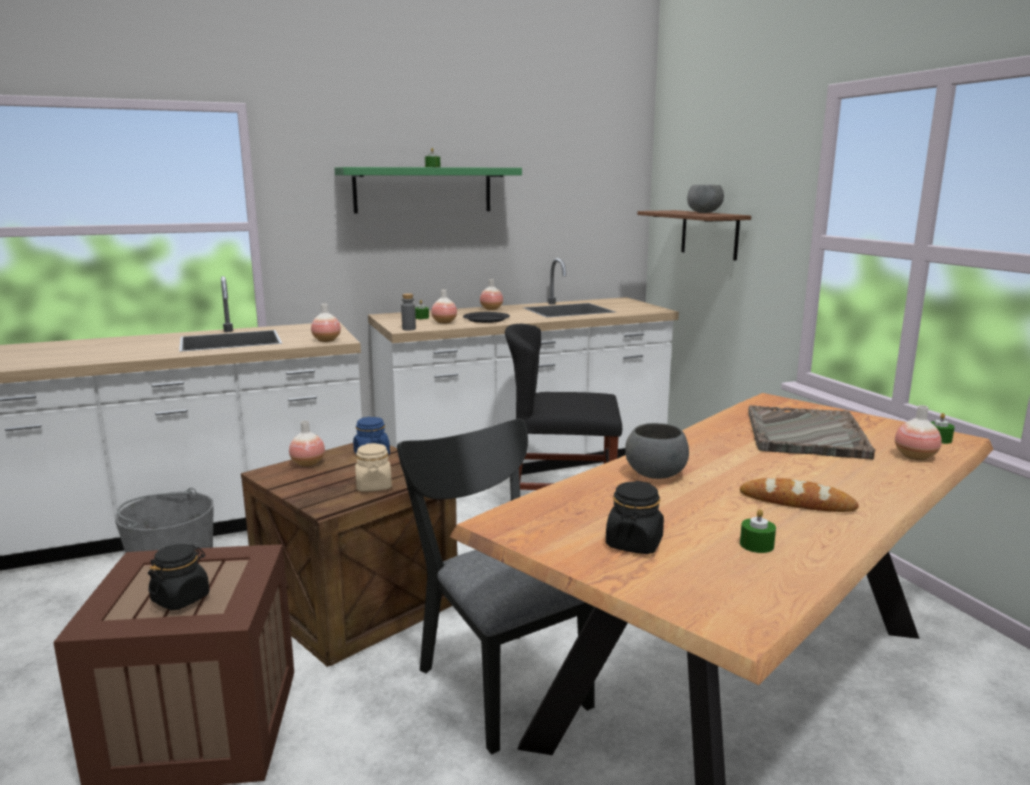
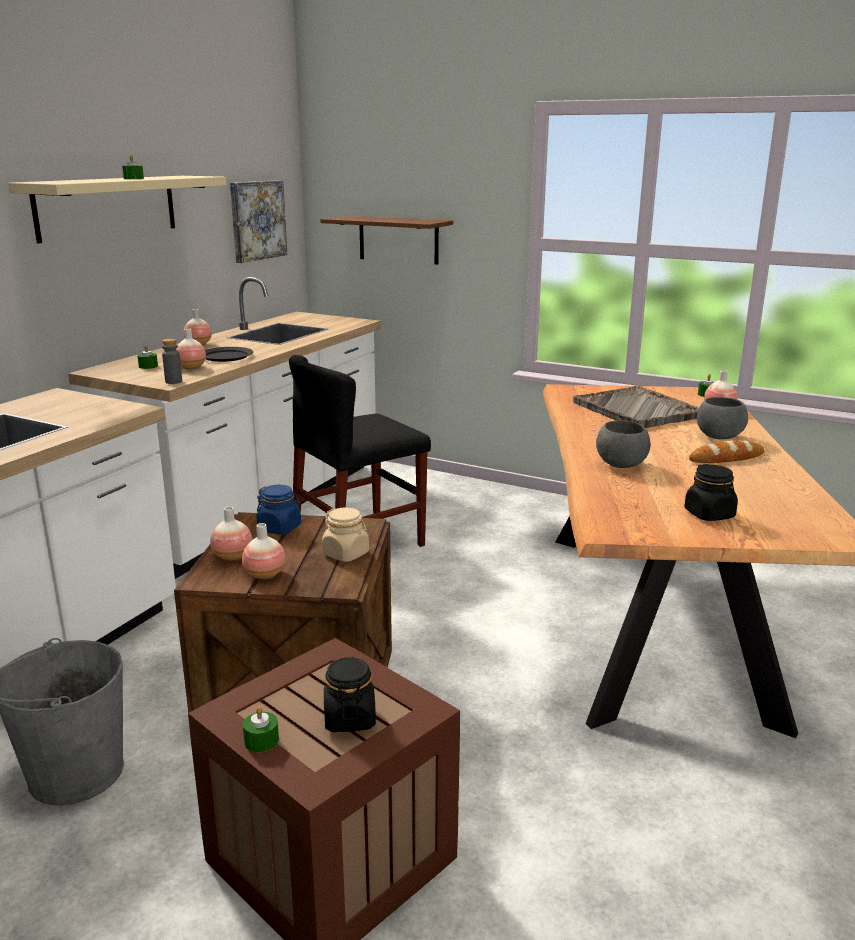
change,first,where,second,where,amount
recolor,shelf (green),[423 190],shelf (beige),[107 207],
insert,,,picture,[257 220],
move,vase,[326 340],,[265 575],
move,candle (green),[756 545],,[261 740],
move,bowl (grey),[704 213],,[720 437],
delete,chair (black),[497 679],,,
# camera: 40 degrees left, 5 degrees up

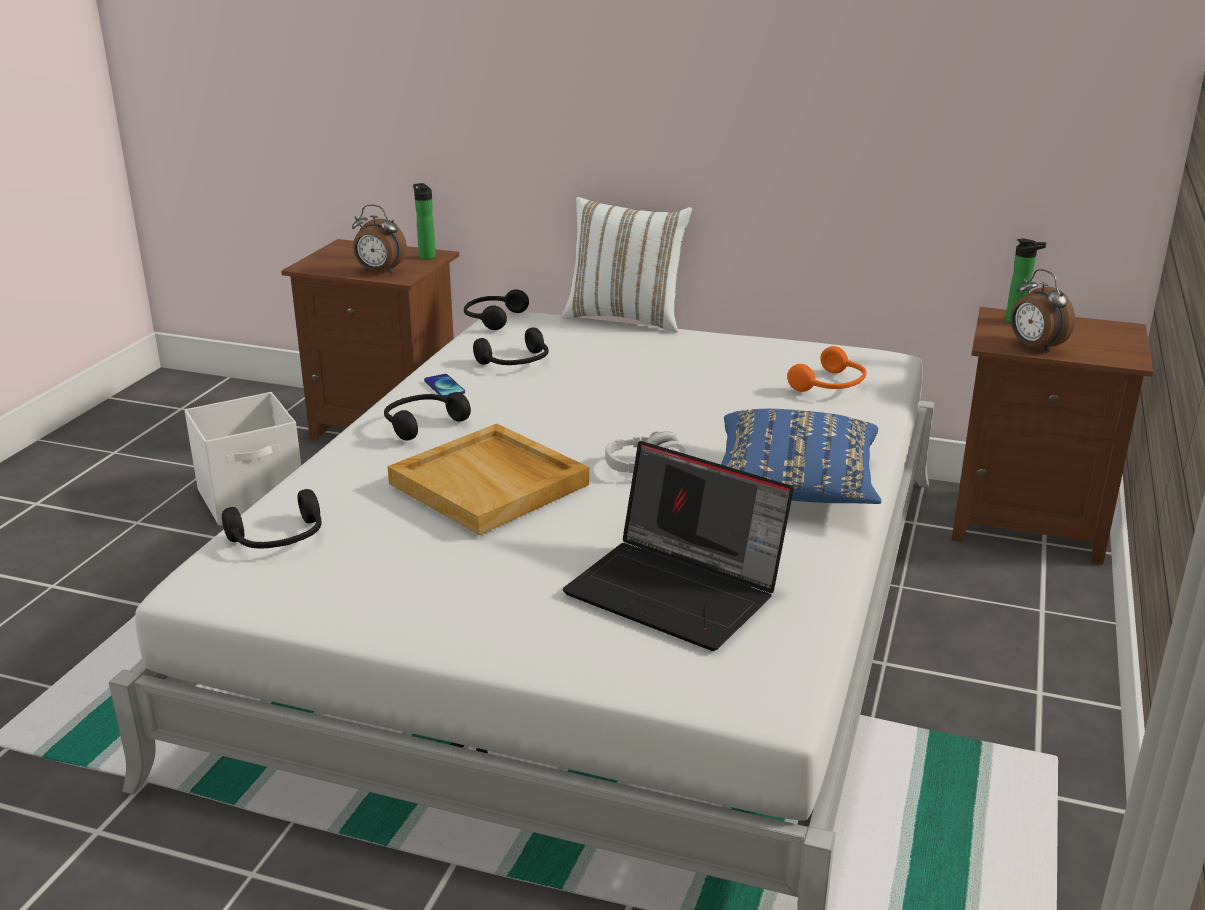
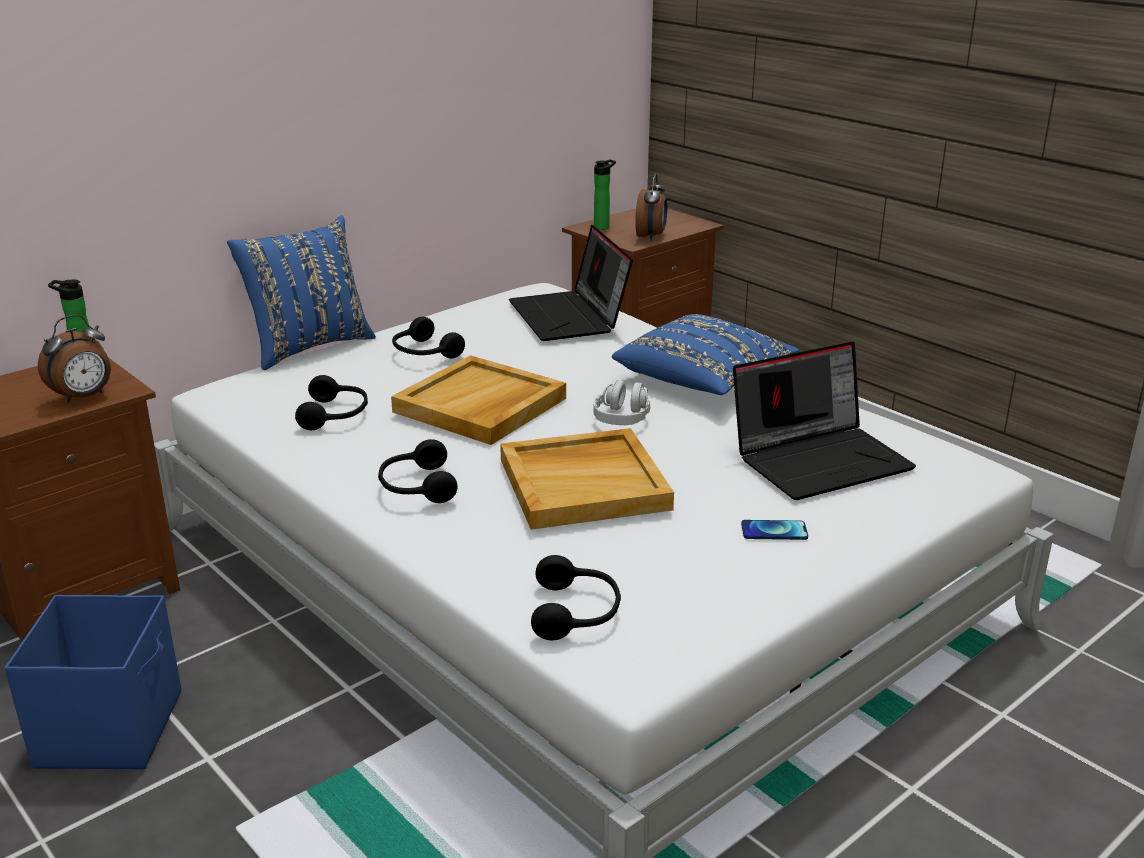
change,first,where,second,where,amount
recolor,storage box (white),[253 498],storage box (blue),[112 728],
recolor,pillow (white),[626 318],pillow (blue),[308 347],
insert,,,tray (beige),[480 406],
move,headphones (black),[492 319],,[424 353],
replace,headphones (orange),[831 386],laptop,[570 317],
rotate,alarm clock,[1034 347],,[651 236],75 degrees counterclockwise
move,phone,[444 387],,[774 531],
# camera: 60 degrees left, 0 degrees up

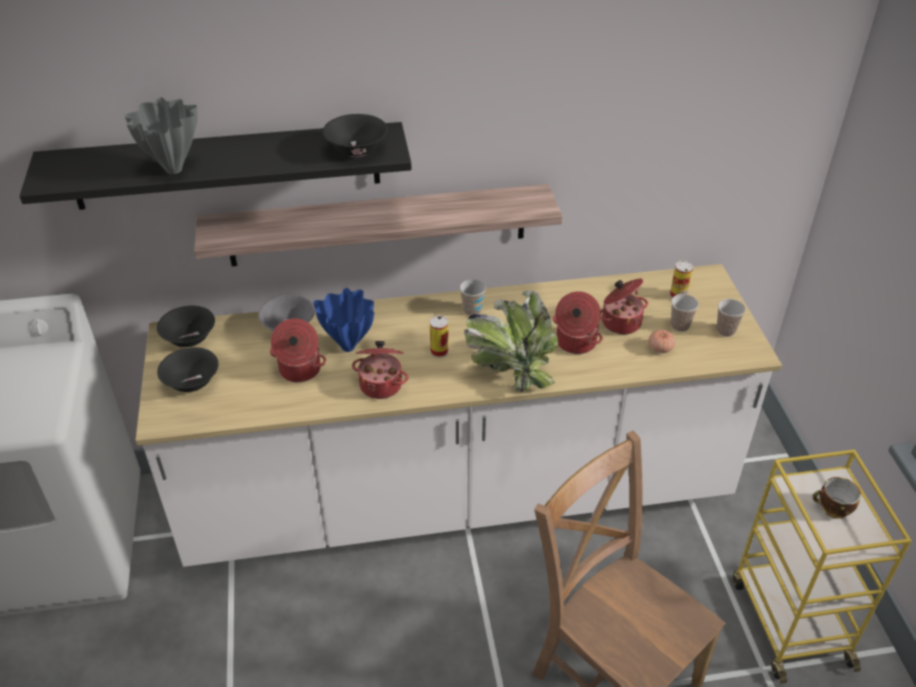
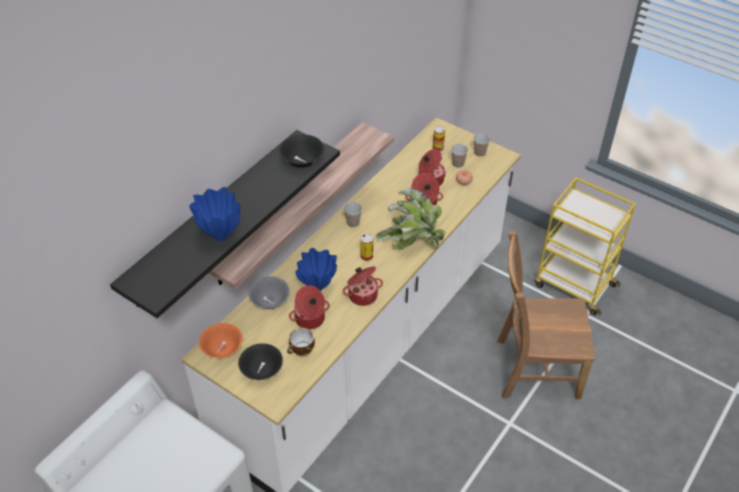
change,first,where,second,where,amount
recolor,vase (grey),[174 169],vase (blue),[220 236],
recolor,bowl (black),[190 339],bowl (orange),[222 349],
move,cup,[832 509],,[301 350],
# camera: 45 degrees left, 5 degrees up

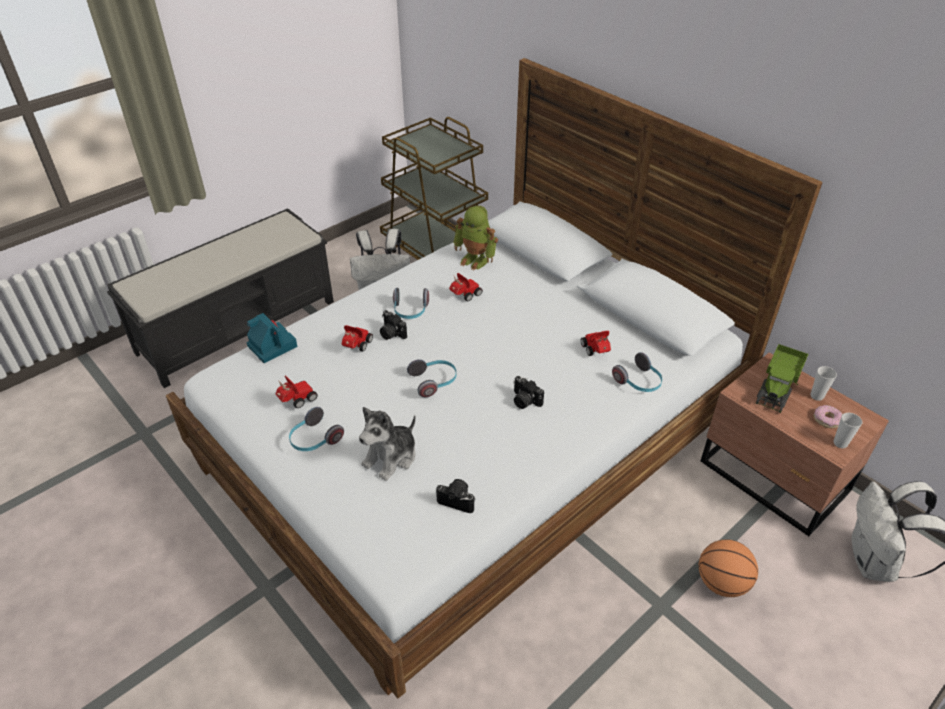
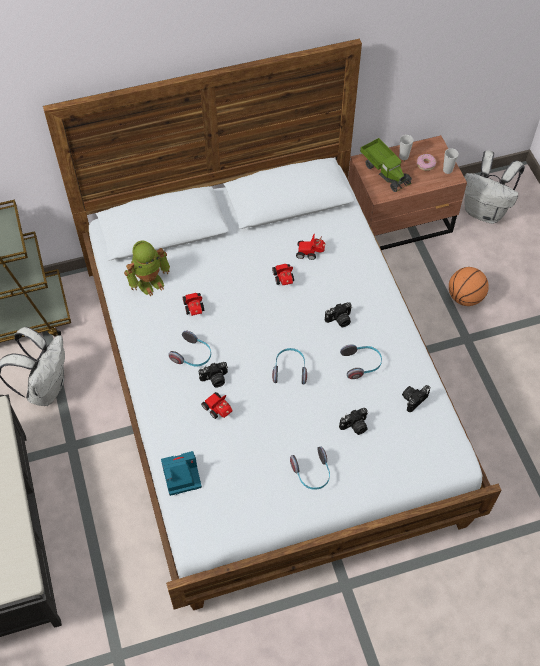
change,first,where,second,where,amount
move,toy car,[296 400],,[284 280],
replace,plush toy,[391 457],photo camera,[355 426],
move,headphones,[639 382],,[361 364],
# camera: 65 degrees left, 15 degrees up

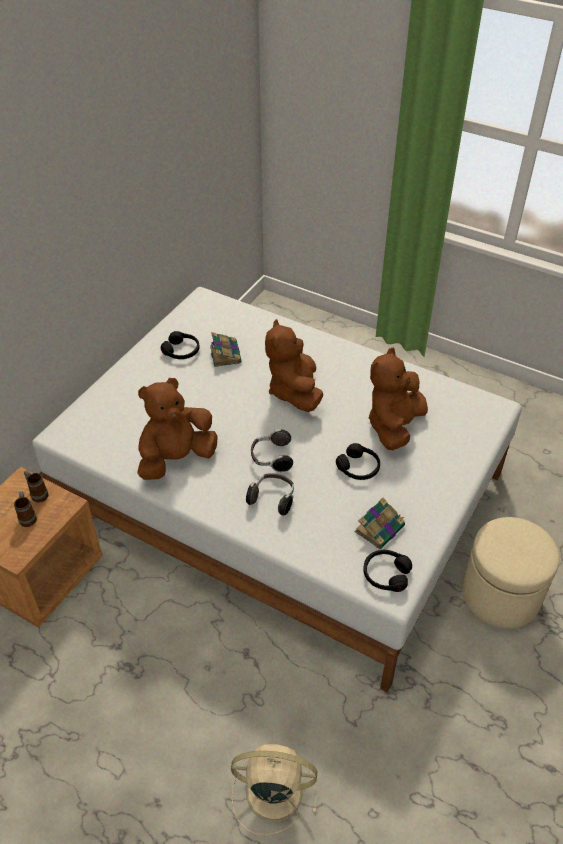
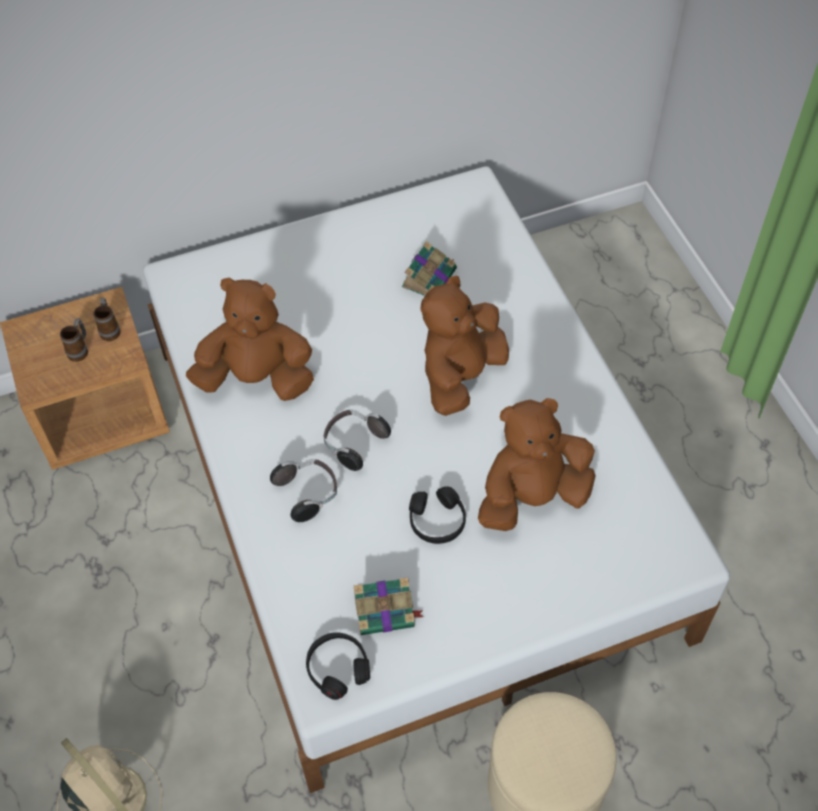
change,first,where,second,where,amount
delete,headphones (black),[181 351],,,
# camera: 40 degrees right, 10 degrees up

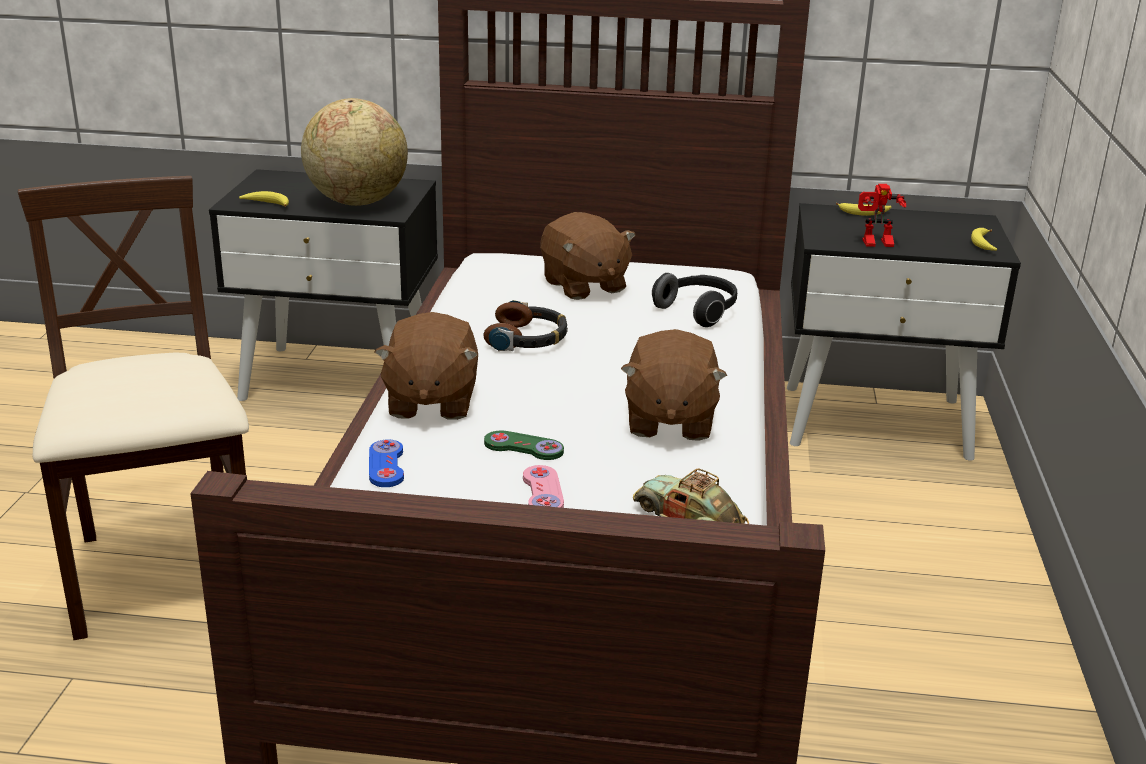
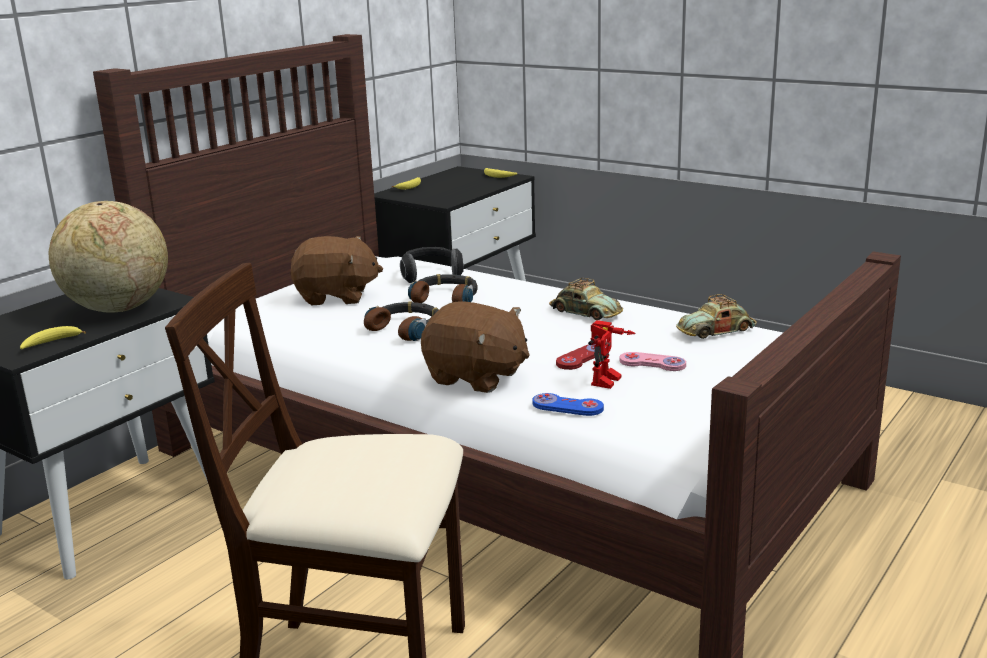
change,first,where,second,where,amount
insert,,,headphones,[446 298],
replace,plush toy (brown),[669 421],toy car,[585 312],
recolor,game controller (green),[523 447],game controller (red),[582 358],
move,toy robot,[876 244],,[609 383],
# camera: 60 degrees left, 5 degrees down

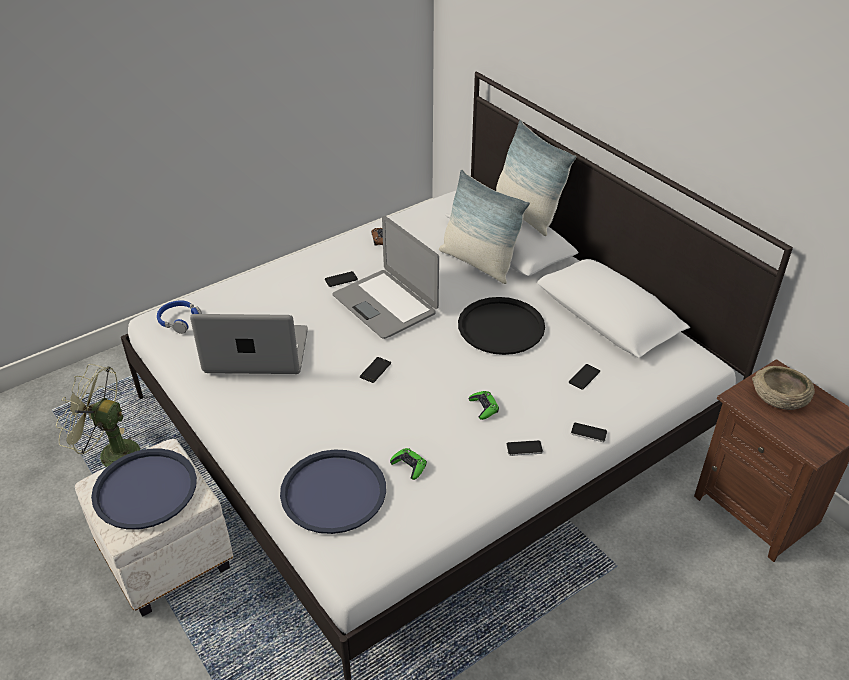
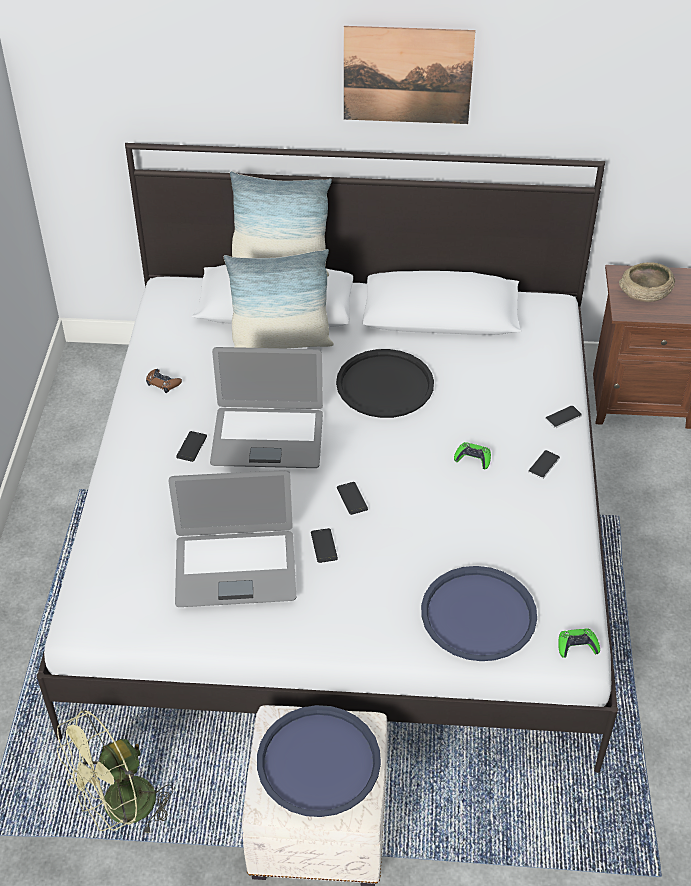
change,first,where,second,where,amount
rotate,laptop,[256 353],,[235 568],135 degrees counterclockwise
move,phone,[584 377],,[324 546],
insert,,,picture,[407 75],
move,game controller (green),[409 466],,[577 646],
delete,headphones (blue),[179 320],,,
# camera: 50 degrees left, 5 degrees up

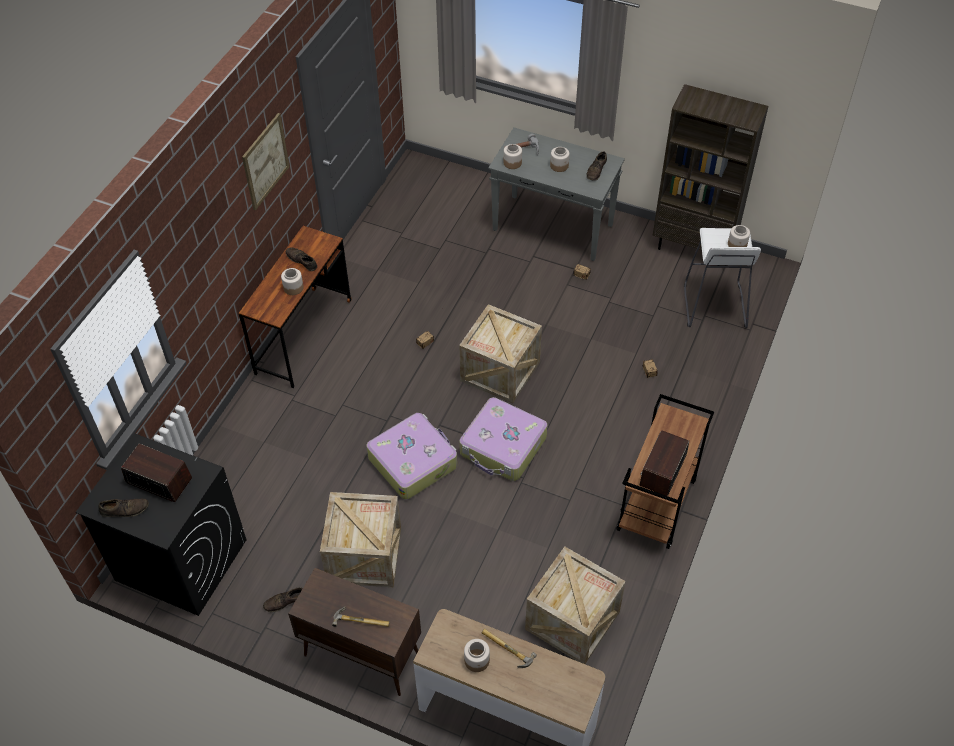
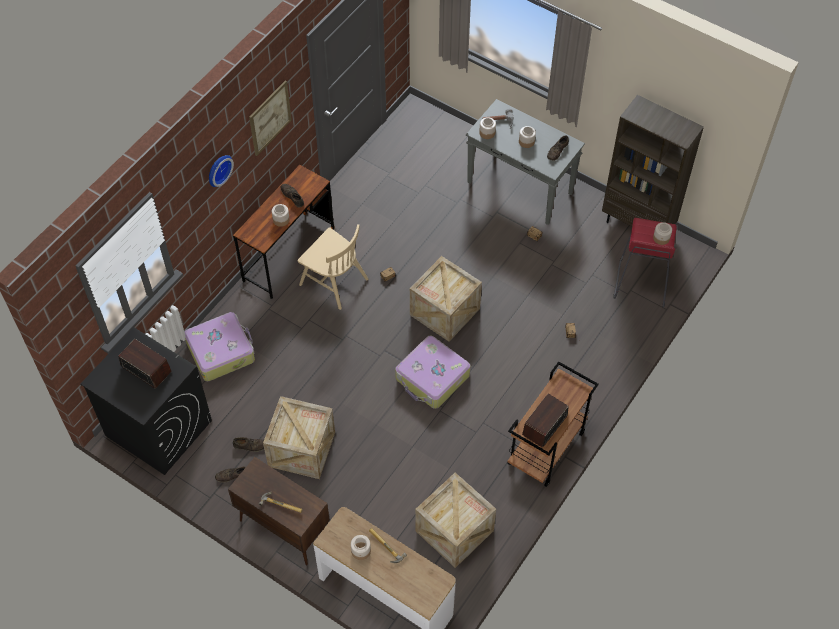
change,first,where,second,where,amount
move,suitcase,[413 461],,[221 351],
insert,,,wall clock,[218 169],
move,shoe (brown),[125 509],,[250 445],
insert,,,chair (beige),[333 281],
recolor,stool (white),[714 306],stool (red),[641 283],
# camera: 10 degrees right, 5 degrees up

